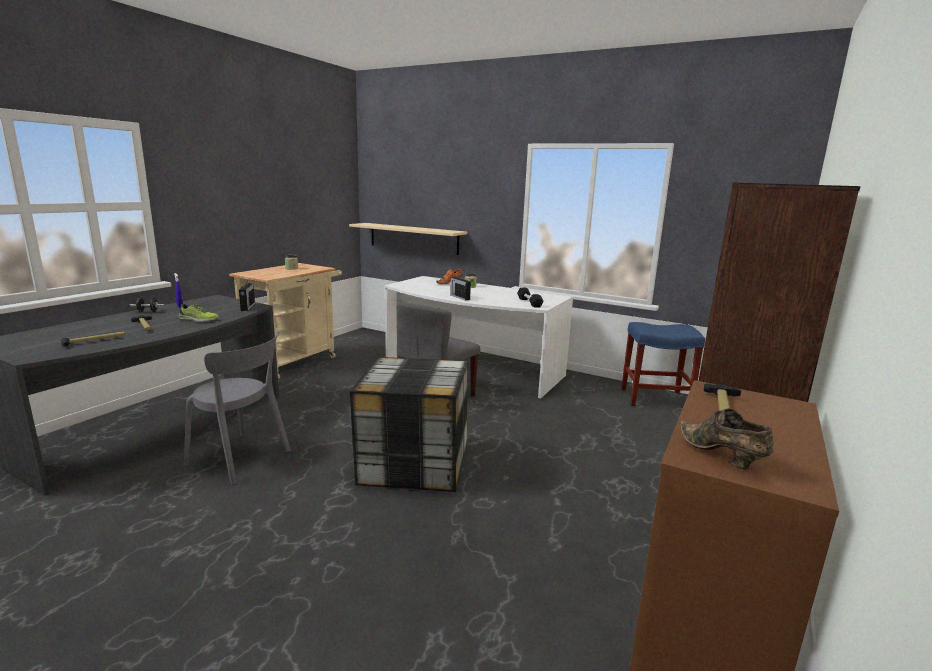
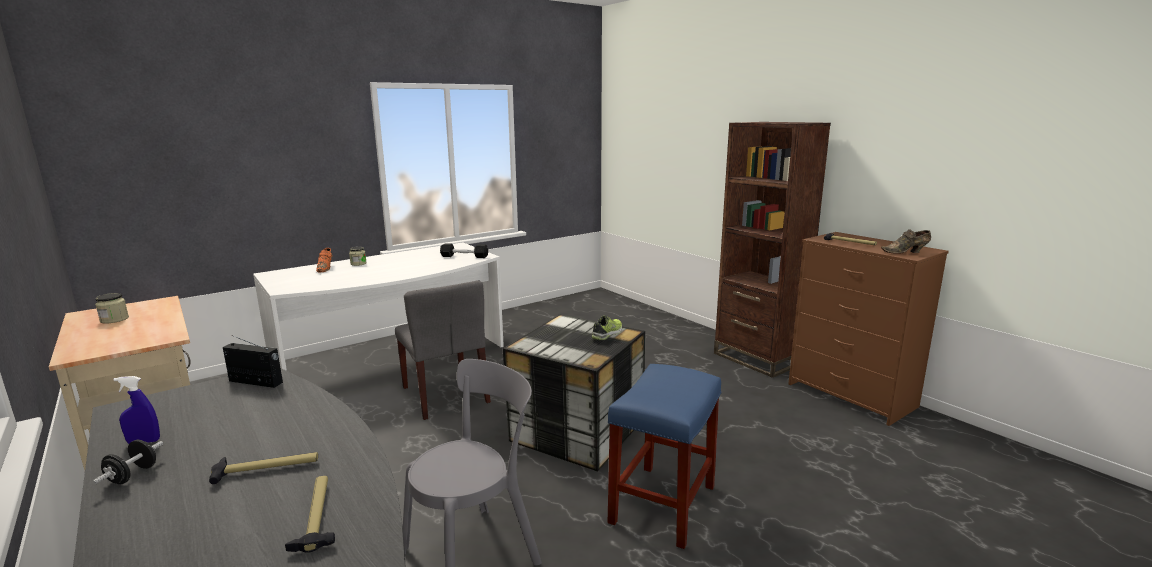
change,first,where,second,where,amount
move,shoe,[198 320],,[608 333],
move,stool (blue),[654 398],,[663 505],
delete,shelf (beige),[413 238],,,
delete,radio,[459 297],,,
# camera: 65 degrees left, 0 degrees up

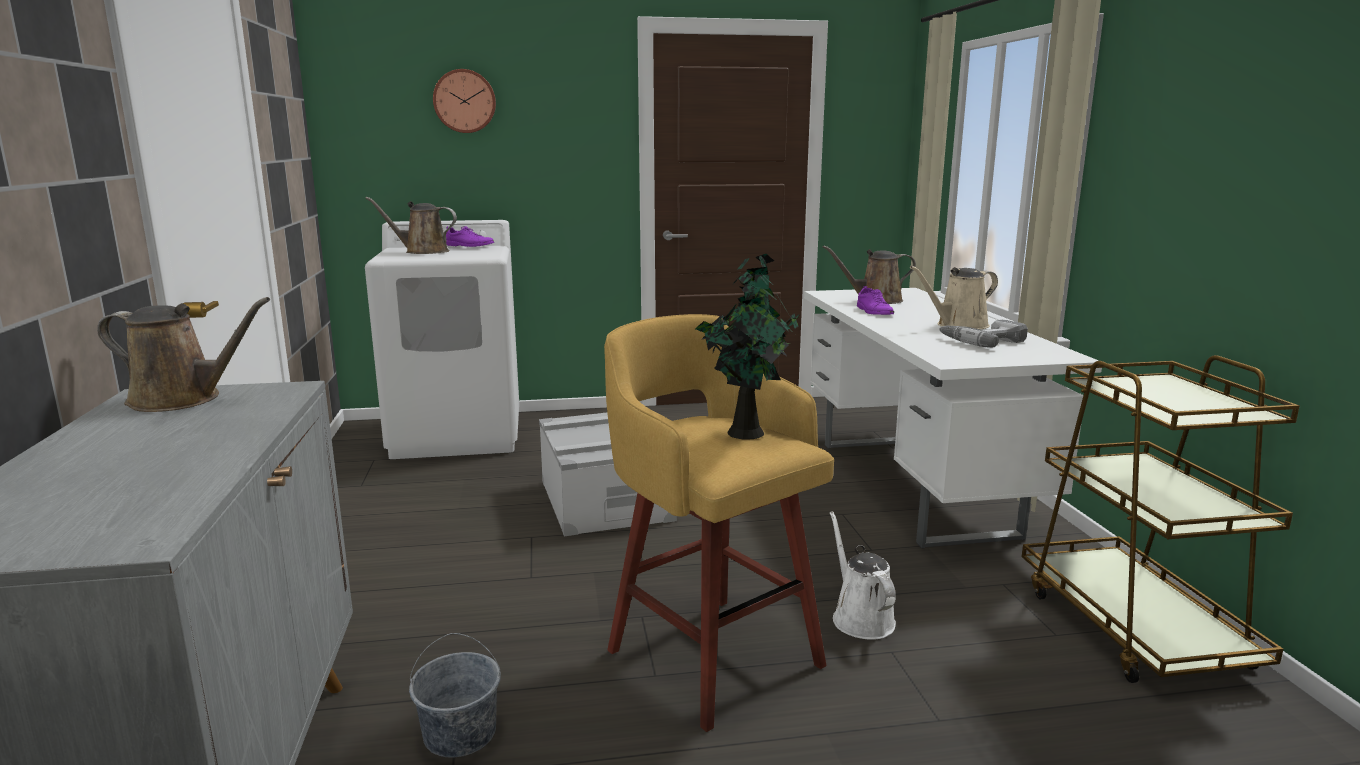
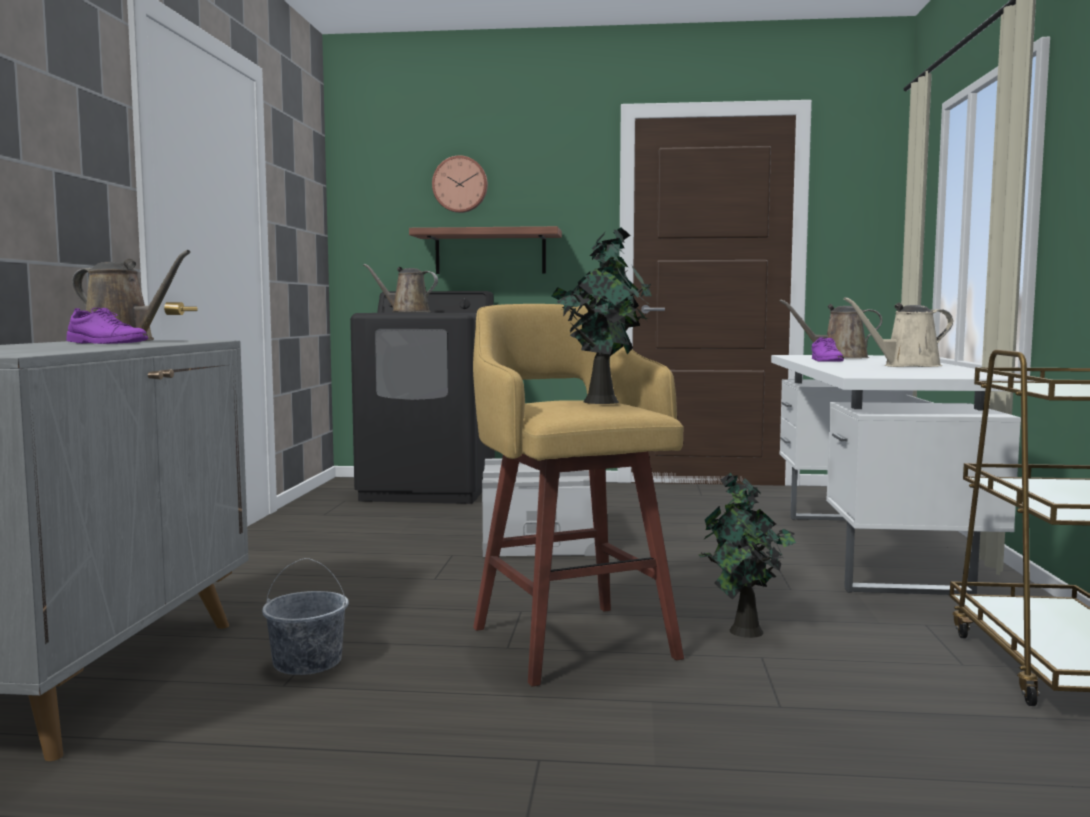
change,first,where,second,where,amount
move,shoe (purple),[468 245],,[106 343],
recolor,washing machine (white),[458 434],washing machine (black),[429 490],
insert,,,shelf,[490 252],
replace,watering can (white),[860 618],potted plant,[744 632],
delete,power drill,[982 340],,,
# camera: 15 degrees right, 10 degrees down

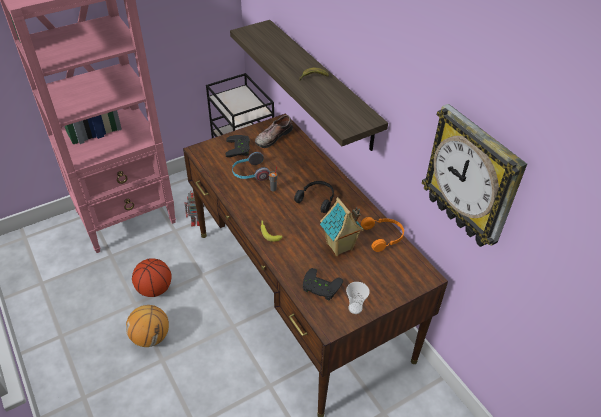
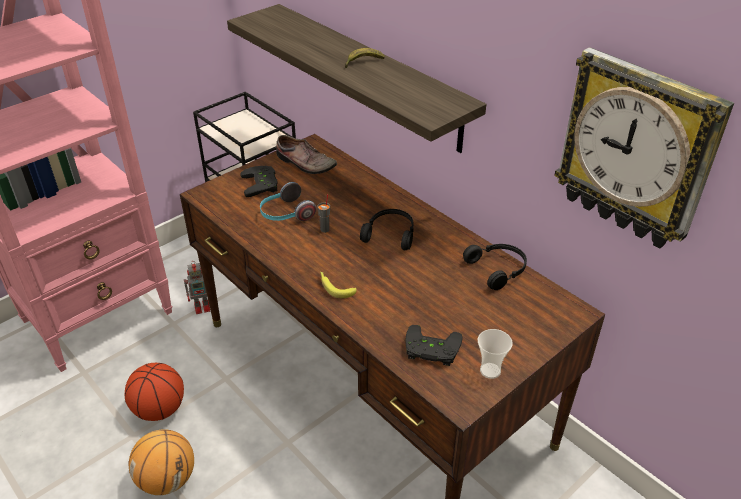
change,first,where,second,where,amount
rotate,shoe,[272 136],,[304 164],90 degrees counterclockwise
recolor,headphones (orange),[383 236],headphones (black),[498 269],
delete,toy house,[339 247],,,
# camera: 10 degrees left, 5 degrees down

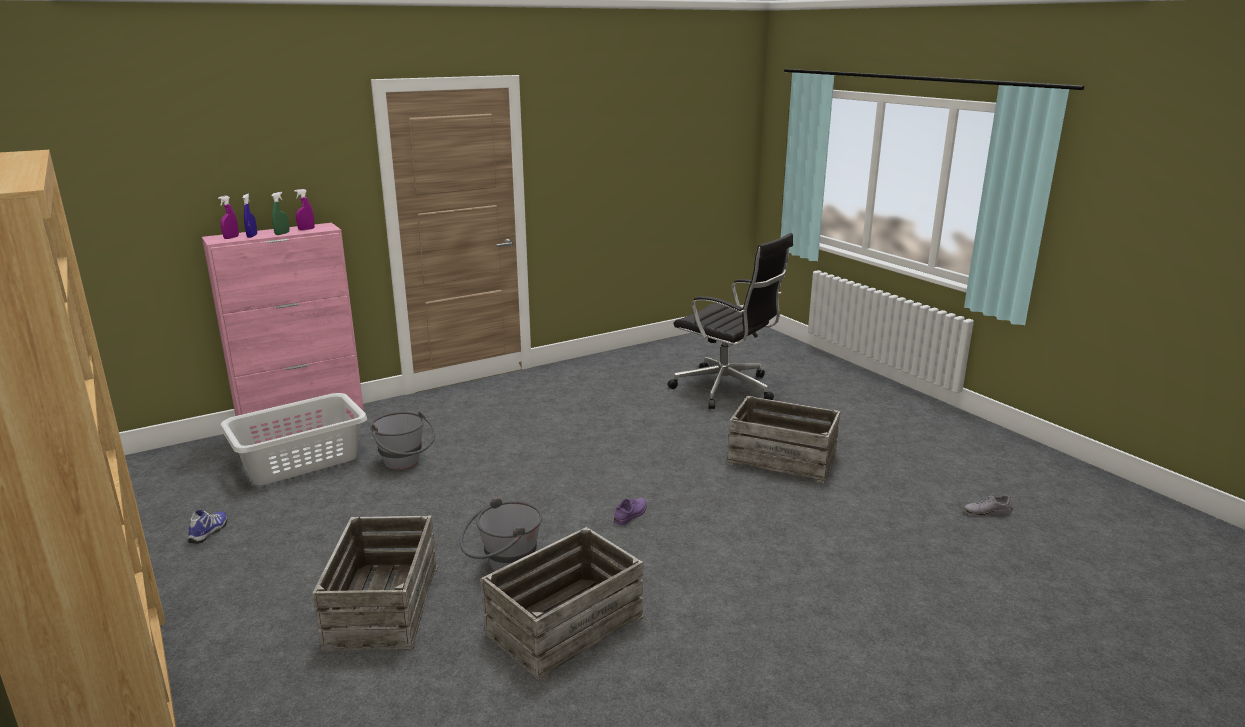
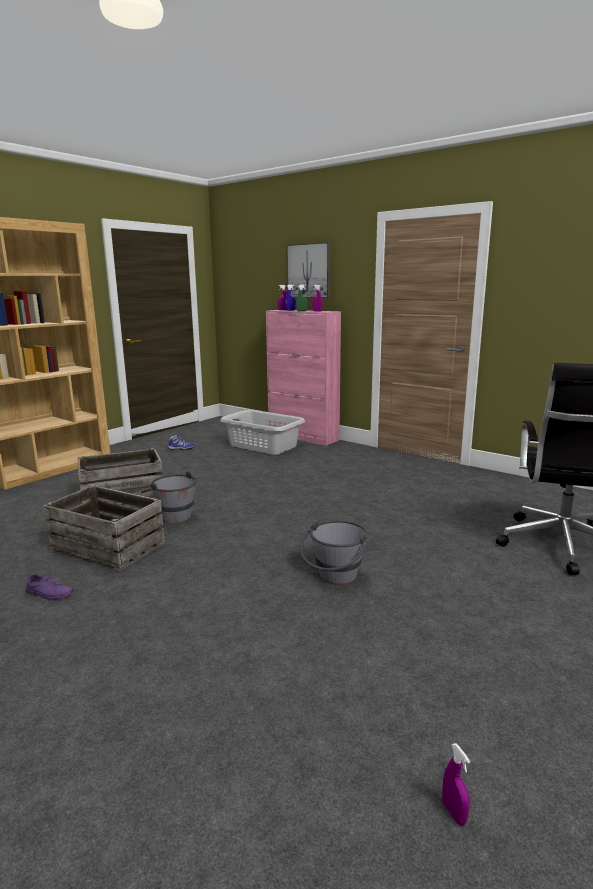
change,first,where,second,where,amount
move,shoe (purple),[631 514],,[49 593],
insert,,,picture,[309 271],
move,bucket (grey),[405 464],,[334 579],
replace,shoe (grey),[987 511],spray bottle (purple),[454 813],
delete,crate,[782 458],,,
# camera: 70 degrees right, 5 degrees down

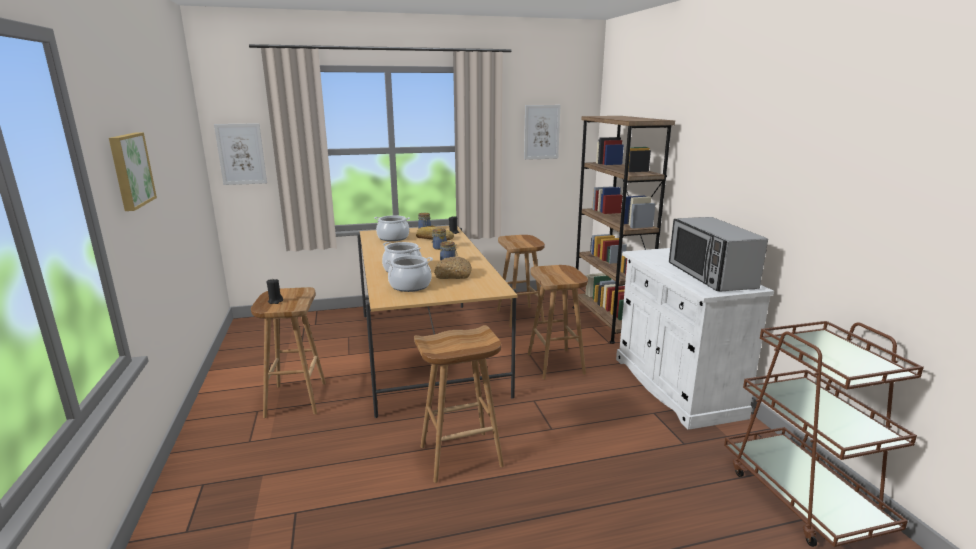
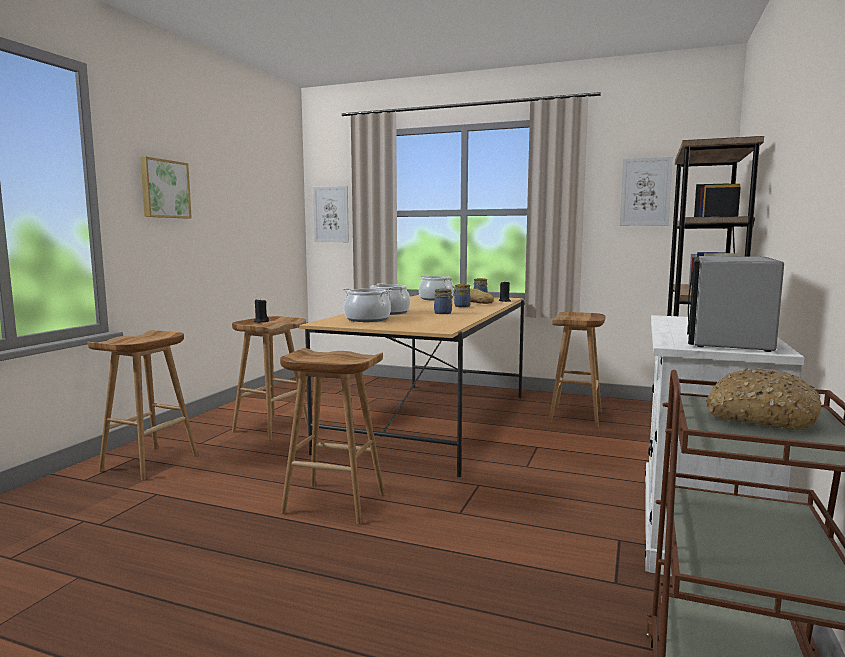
change,first,where,second,where,amount
move,stool (brown),[556 364],,[149 463],
move,bread,[453 275],,[760 417],
# camera: 35 degrees right, 10 degrees down

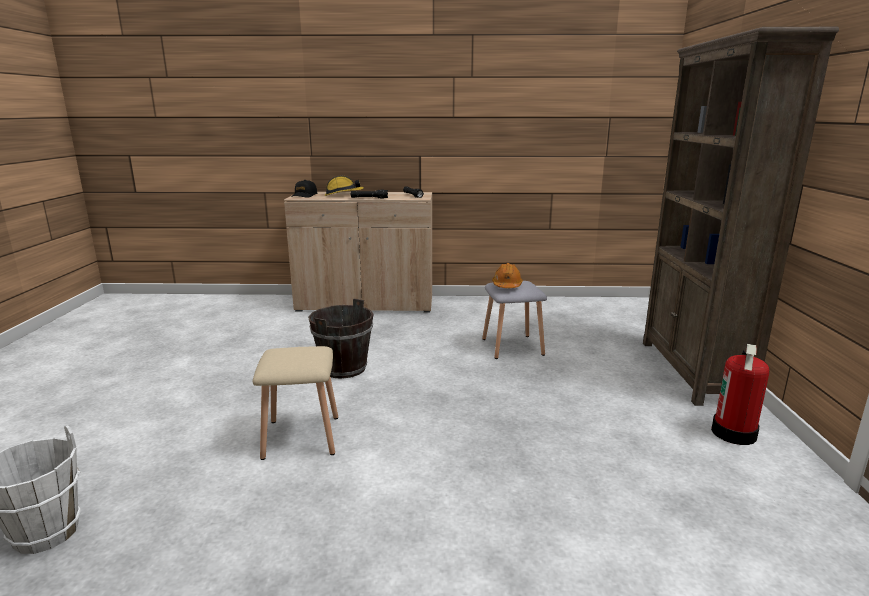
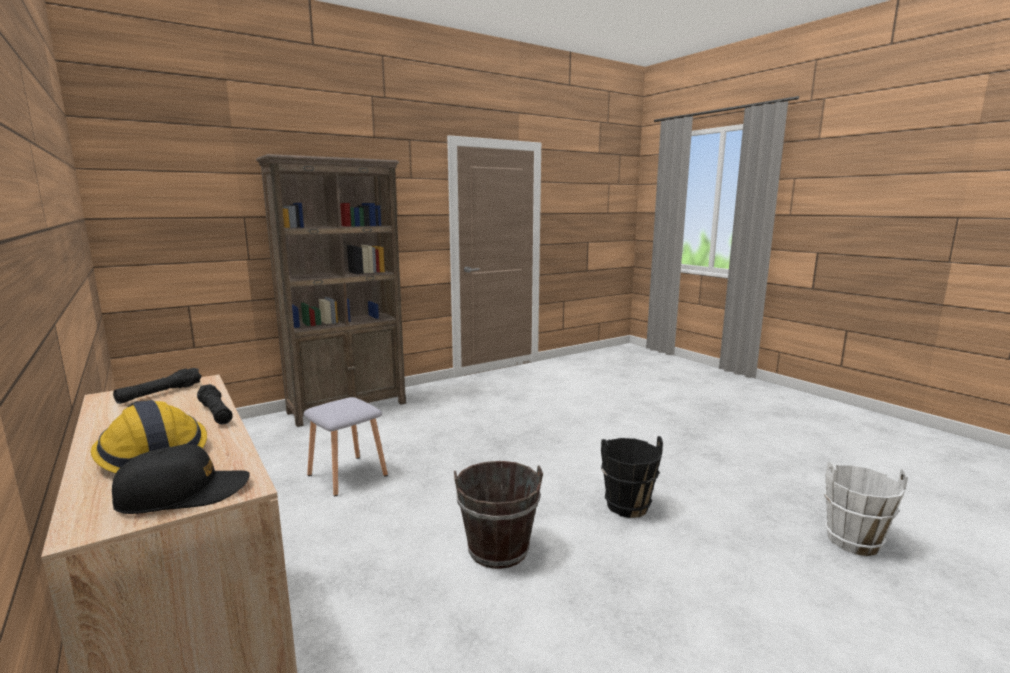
change,first,where,second,where,amount
replace,stool (beige),[302 438],bucket (black),[627 506],
delete,hard hat (orange),[507 285],,,
delete,fire extinguisher,[734 433],,,
# camera: 125 degrees left, 5 degrees down

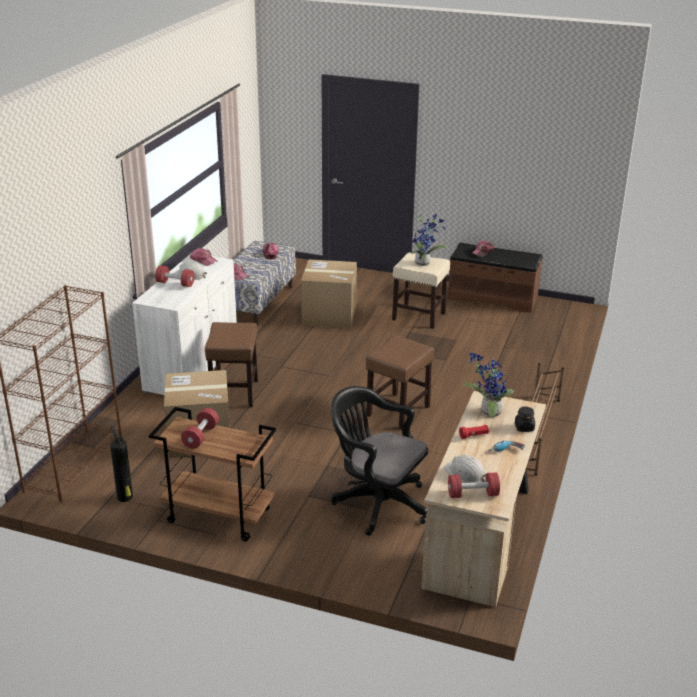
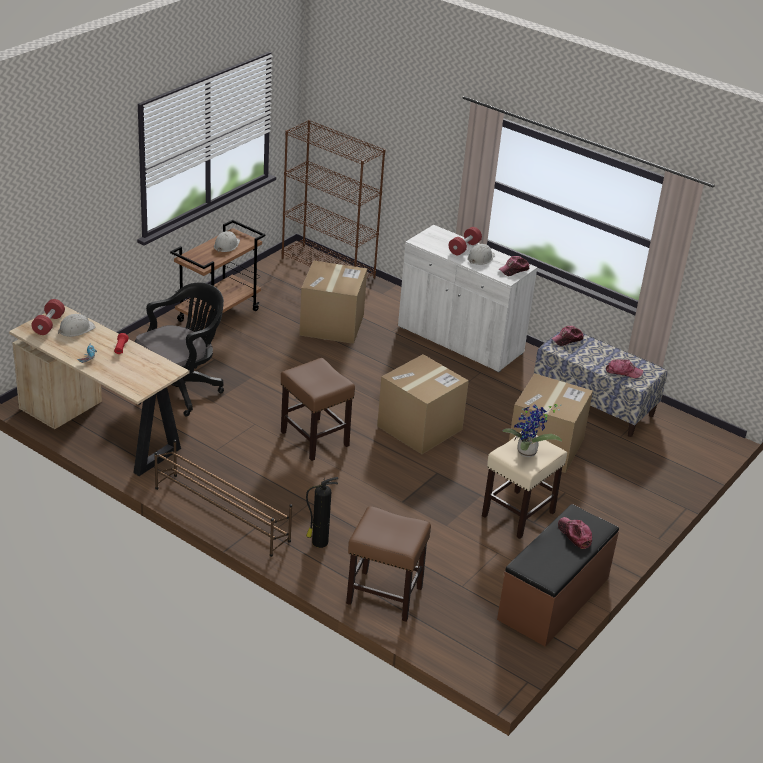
change,first,where,second,where,amount
replace,dumbbell (red),[201 436],hard hat (white),[226 245],
move,fire extinguisher,[125 498],,[318 542],
move,stool (brown),[234 393],,[383 595],
insert,,,cardboard box,[419 428],
delete,potted plant,[488 412],,,
delete,jar (black),[524 427],,,
# camera: 105 degrees right, 5 degrees up

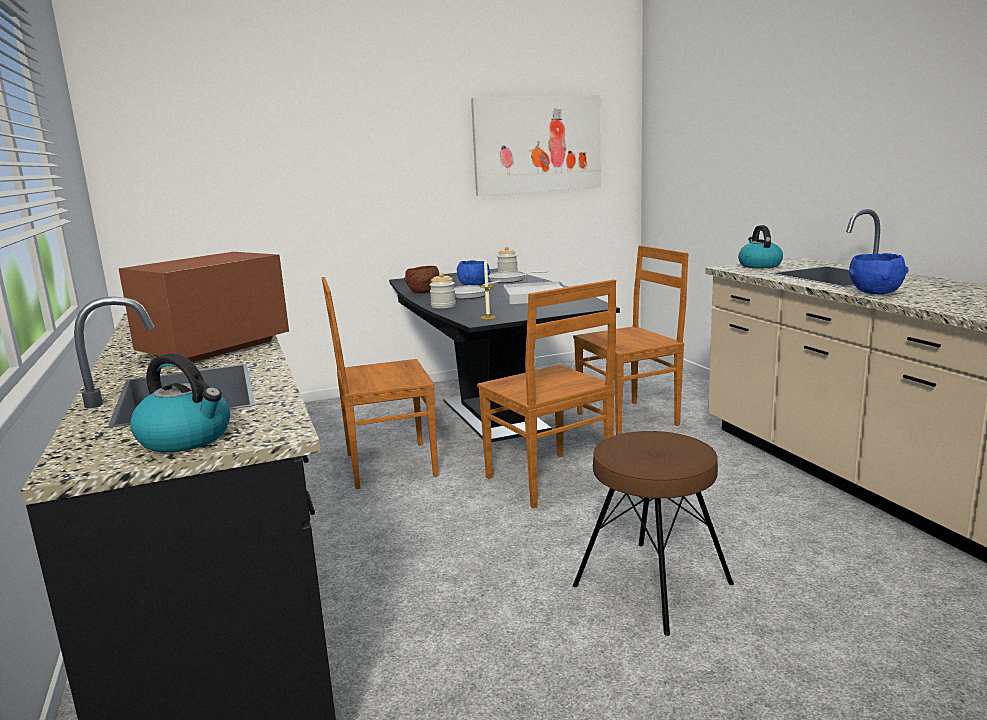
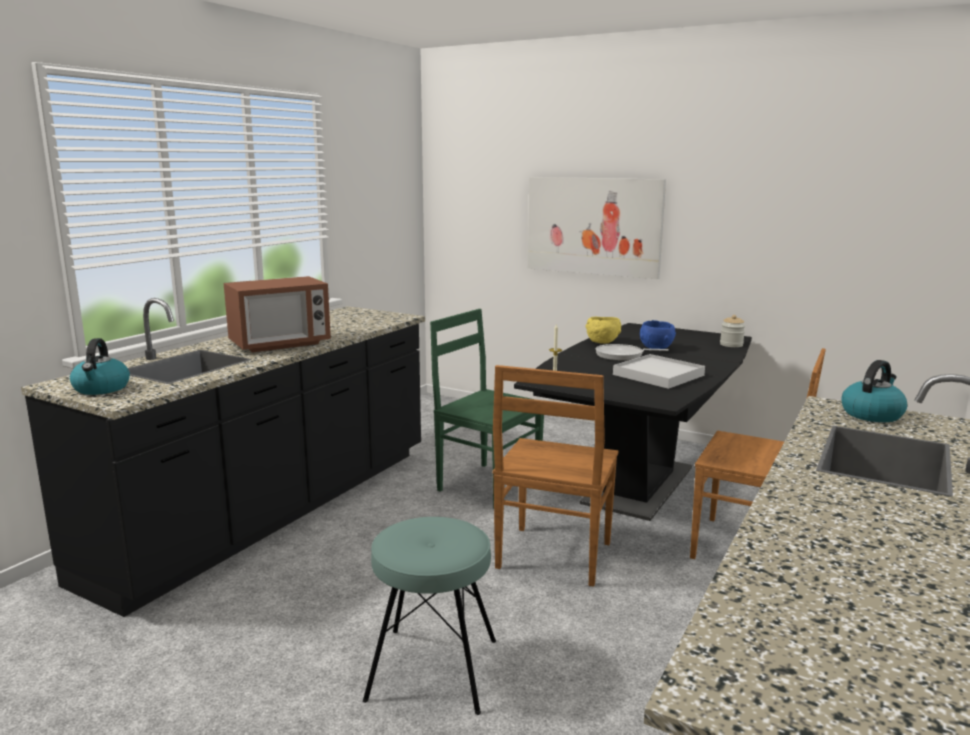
change,first,where,second,where,amount
rotate,microwave,[214 348],,[280 344],150 degrees clockwise
recolor,stool (brown),[652 585],stool (turquoise),[433 669],
recolor,chair (brown),[387 465],chair (green),[487 484],
move,picture,[537 144],,[593 226],
recolor,bowl (brown),[424 292],bowl (yellow),[602 342],
delete,jar,[443 306],,,
delete,frying pan,[509 280],,,
delete,bowl (blue),[874 293],,,
# camera: 50 degrees right, 0 degrees up

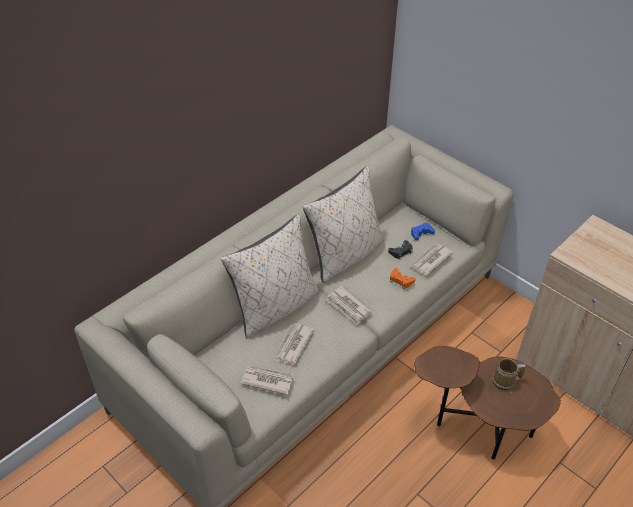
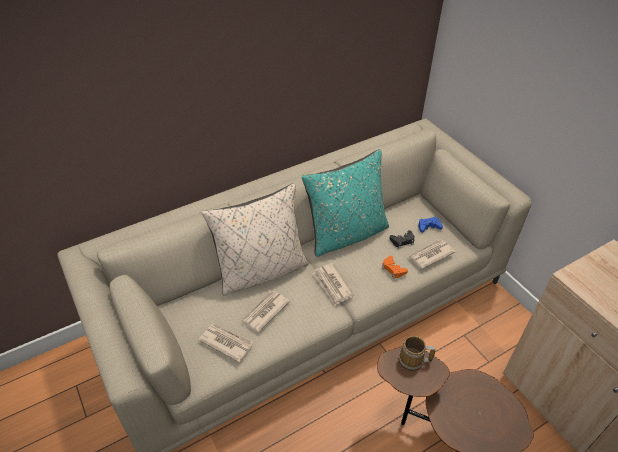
change,first,where,second,where,amount
recolor,pillow (beige),[345 255],pillow (turquoise),[346 234],
move,mug,[505 381],,[413 361],
# camera: 15 degrees right, 0 degrees up

